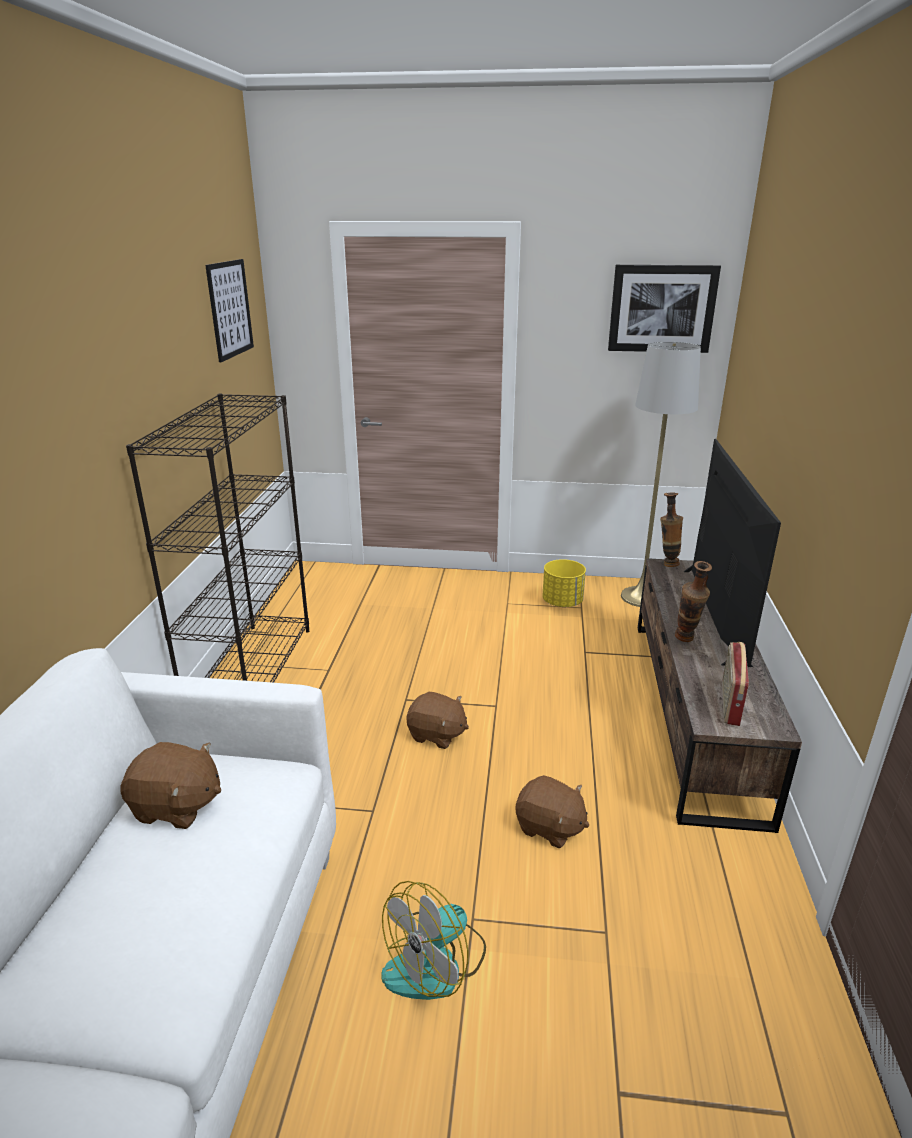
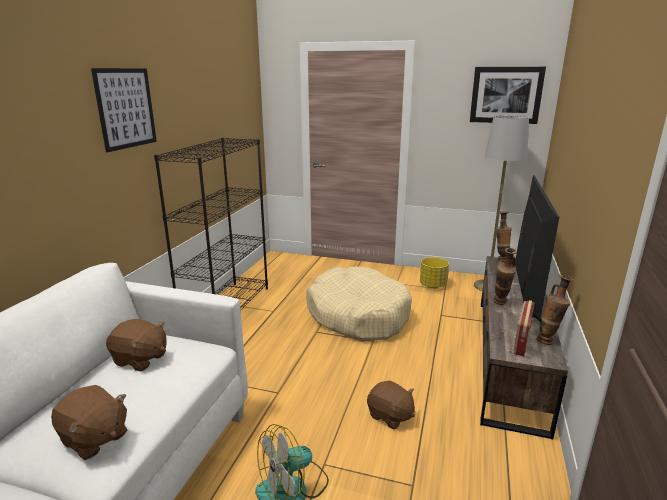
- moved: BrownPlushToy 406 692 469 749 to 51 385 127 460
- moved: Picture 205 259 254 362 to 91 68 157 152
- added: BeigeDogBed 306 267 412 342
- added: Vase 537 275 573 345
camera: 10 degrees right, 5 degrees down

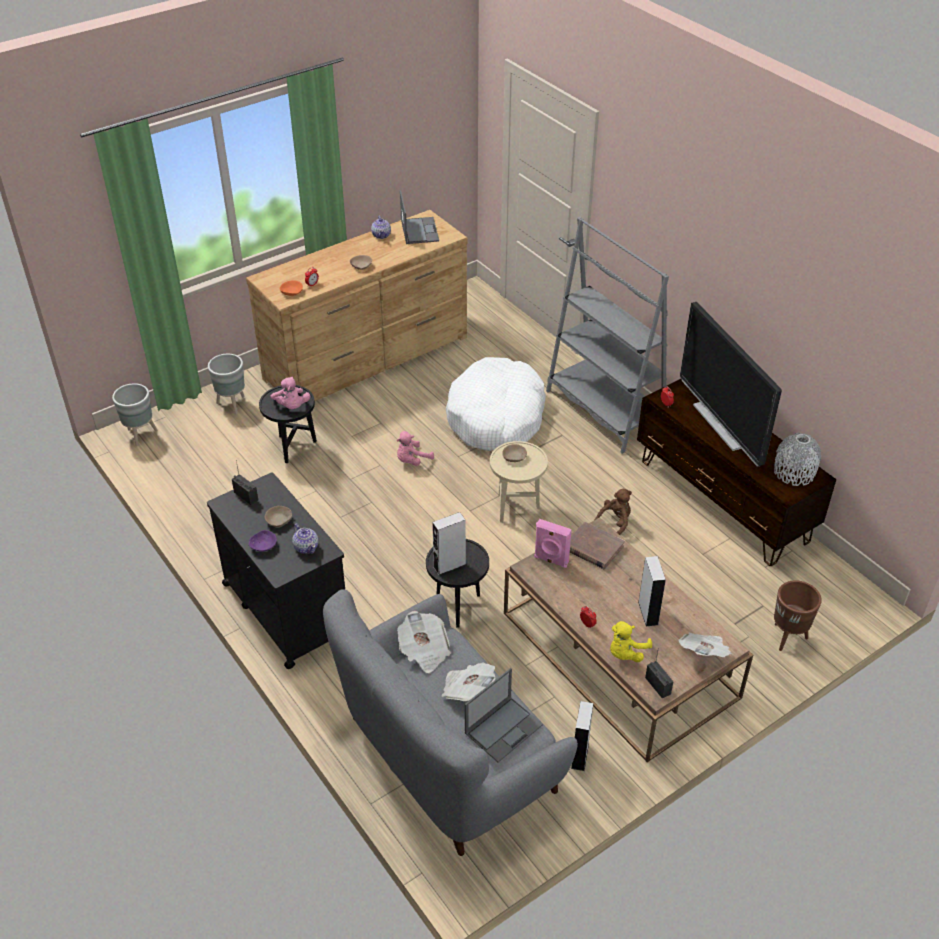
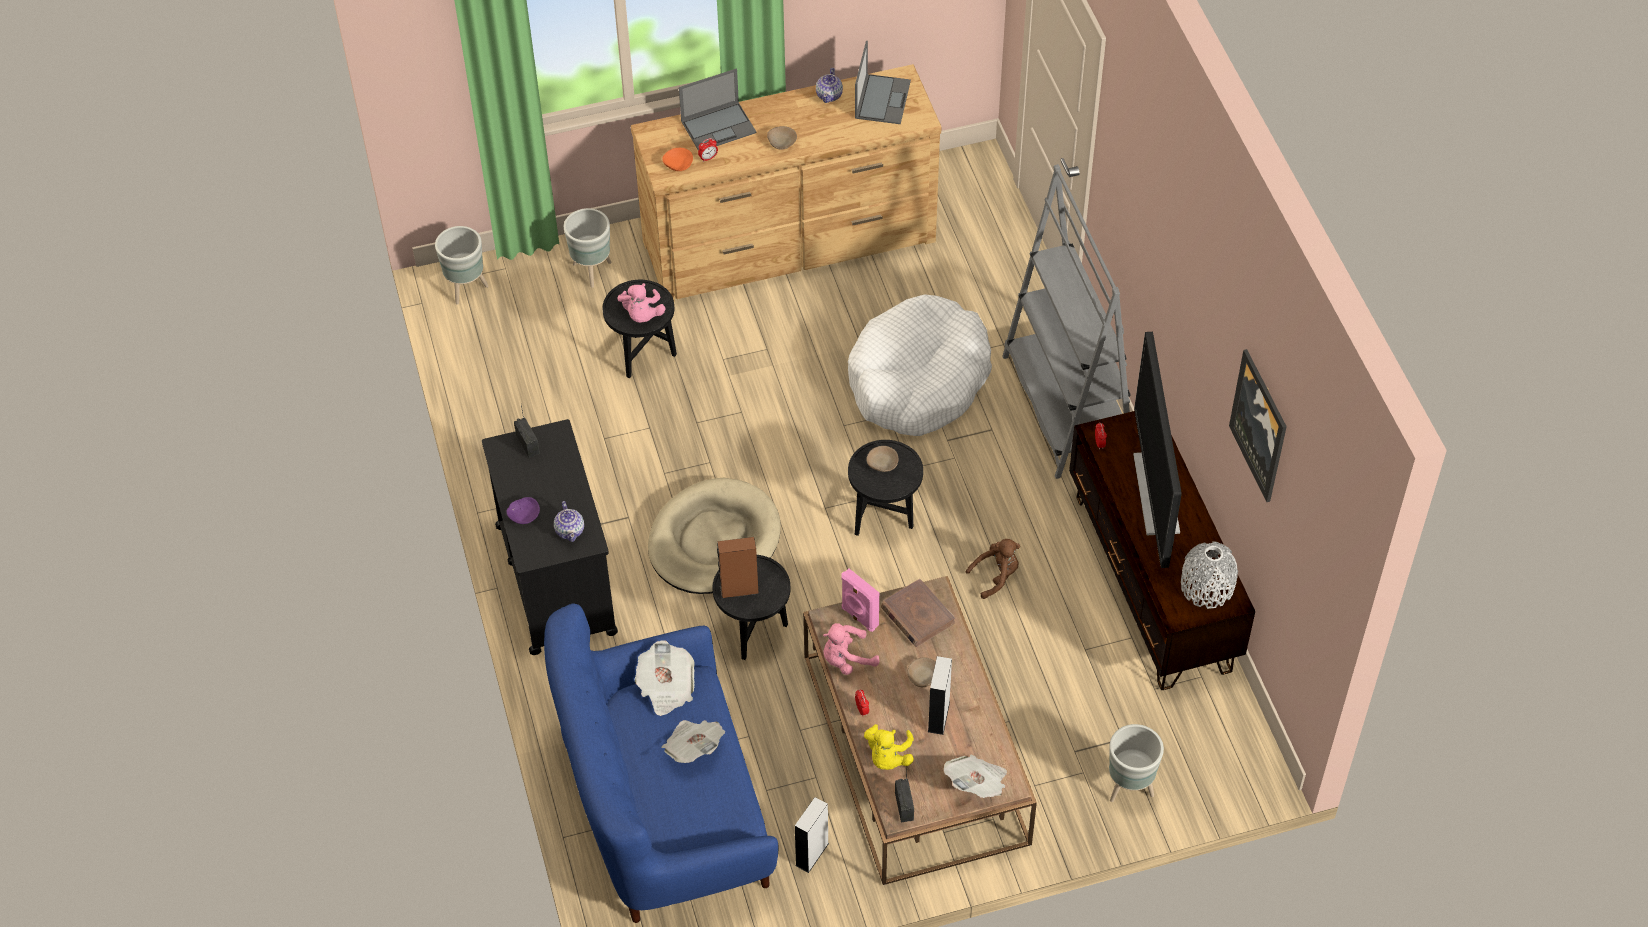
- recoloured: GreySofa 323 589 578 856 to BlueSofa 544 603 778 923
- added: BeigeDogBed 648 478 780 594
- moved: Laptop 465 668 543 762 to 679 69 756 151
- recoloured: GreySpeaker 432 512 466 575 to BrownSpeaker 717 537 759 599
- moved: PinkPlushToy 396 431 434 466 to 823 623 879 675
- recoloured: BeigeSideTable 490 441 548 523 to BlackSideTable 848 440 923 536
- turned: YellowPlushToy 610 621 652 662 = 864 724 914 770 45 degrees counterclockwise
- moved: BeigeBowl 265 506 292 528 to 908 657 936 687
- recoloured: BrownPlanter 774 580 822 651 to GreyPlanter 1109 724 1164 802
- added: Picture 1229 349 1287 502
camera: 20 degrees right, 10 degrees up

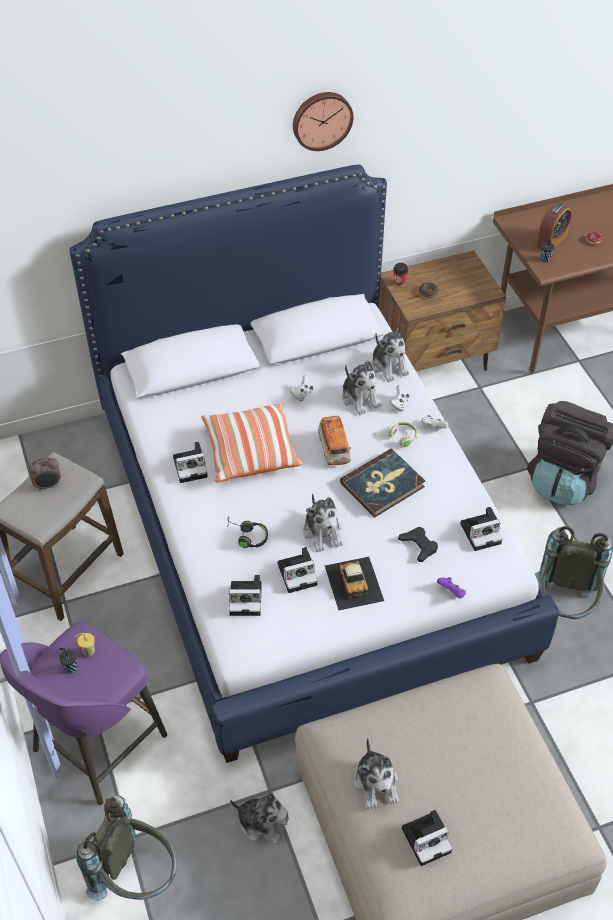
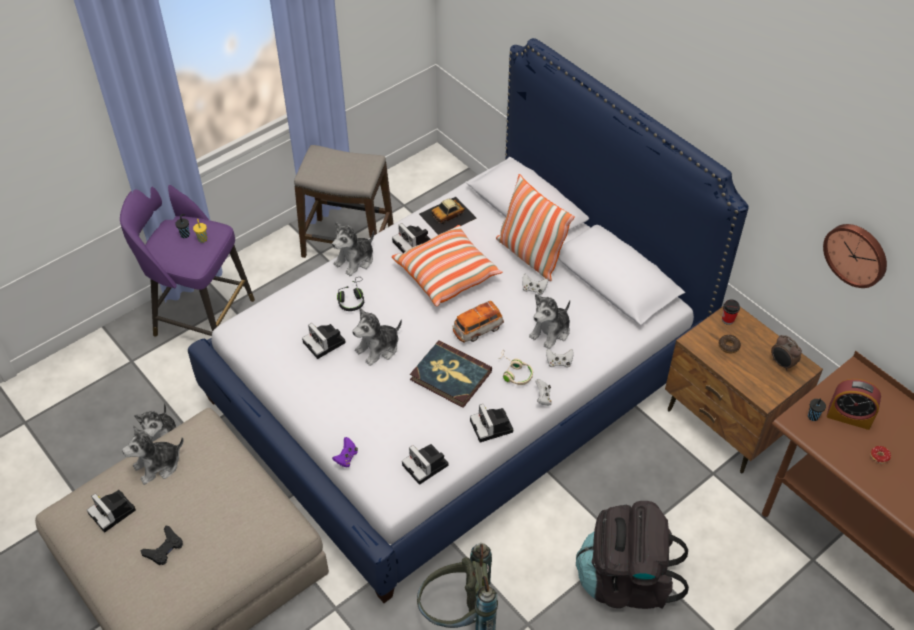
- moved: BlackGameController 398 527 438 562 to 140 525 183 565
- moved: PlushToy 371 328 410 382 to 332 222 374 276
- moved: ToyCar 325 557 384 610 to 419 197 477 235
- moved: PhotoCamera 229 575 262 616 to 470 404 513 443
- added: Pillow 496 174 575 281
- moved: AlarmClock 29 457 61 491 to 771 335 802 371
- moved: WallClock 293 92 353 151 to 823 224 887 288
- removed: GreyBackpack 76 795 177 901
camera: 70 degrees right, 0 degrees up

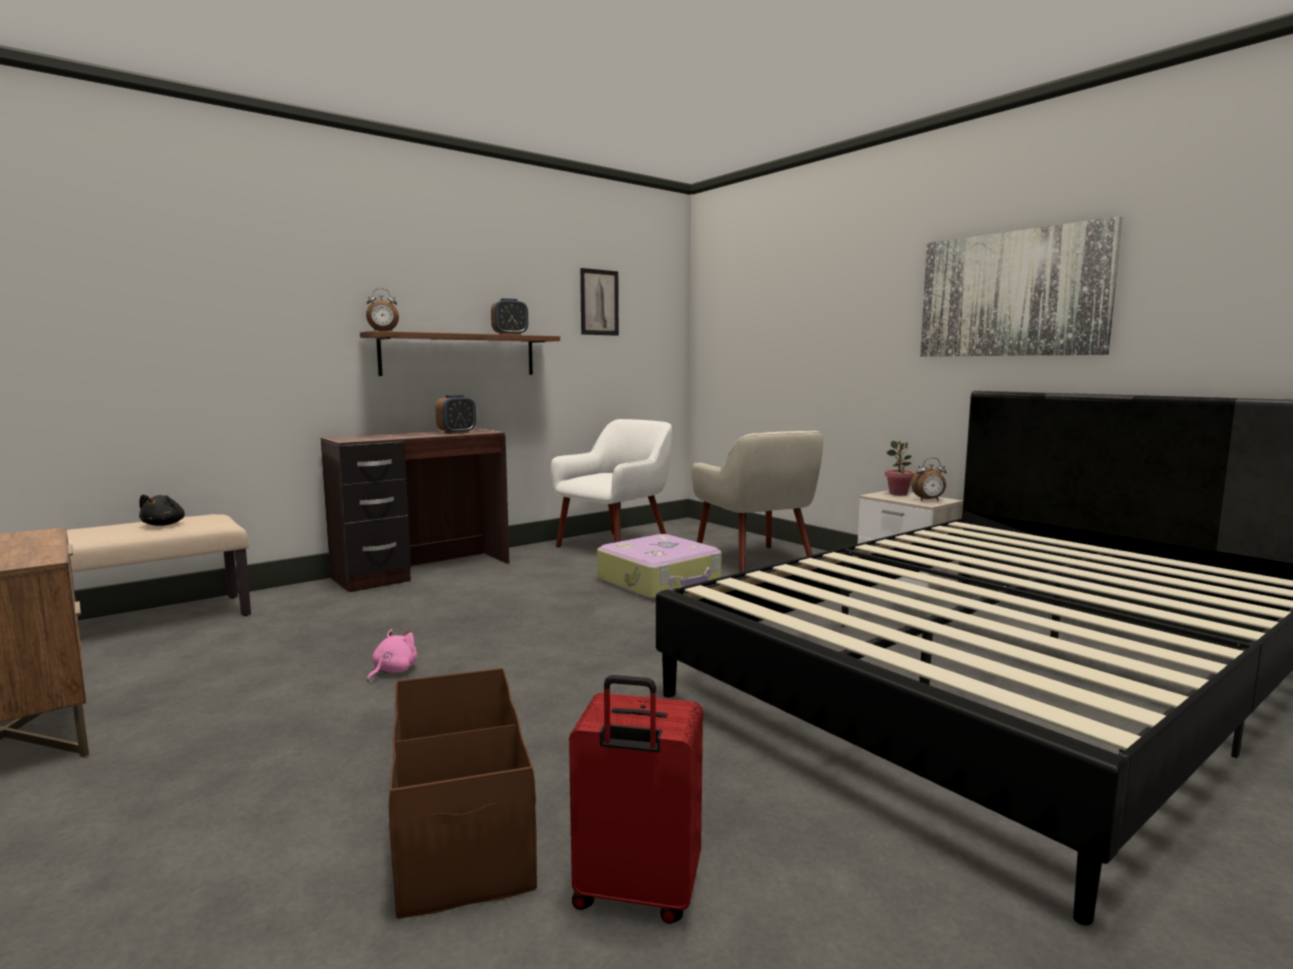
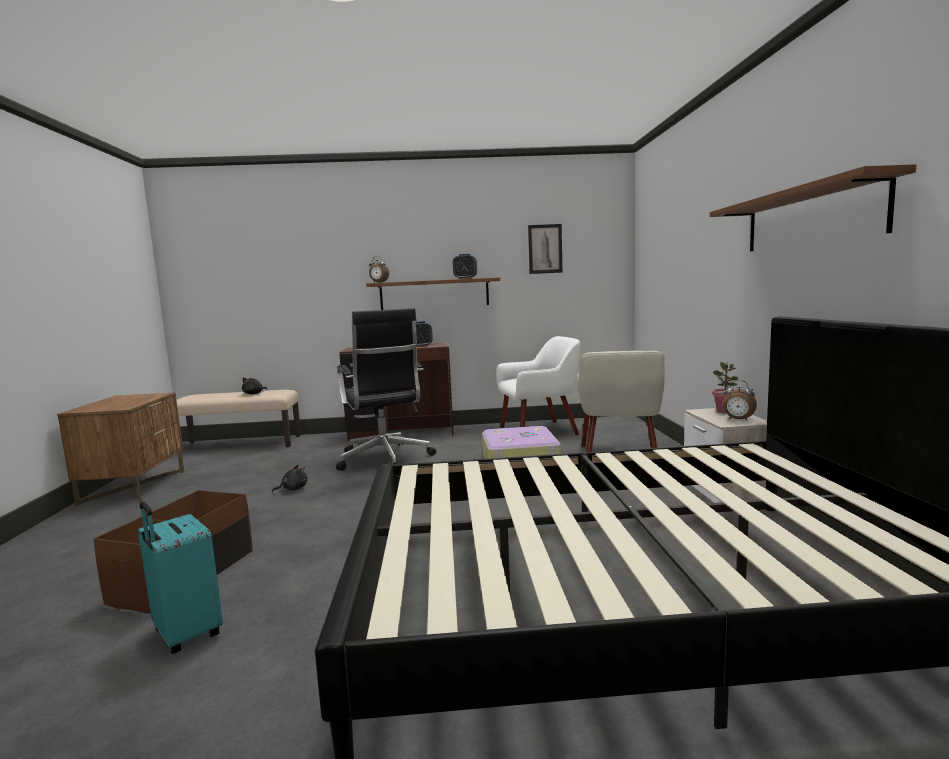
- recoloured: RedSuitcase 569 675 703 924 to TurquoiseSuitcase 138 501 223 654
- recoloured: PinkPlushToy 367 629 417 682 to BlackPlushToy 272 465 307 492
- added: BlackOfficeChair 336 308 436 471
- replaced: Picture 920 216 1122 357 to BrownShelf 710 164 916 251
camera: 35 degrees right, 0 degrees up

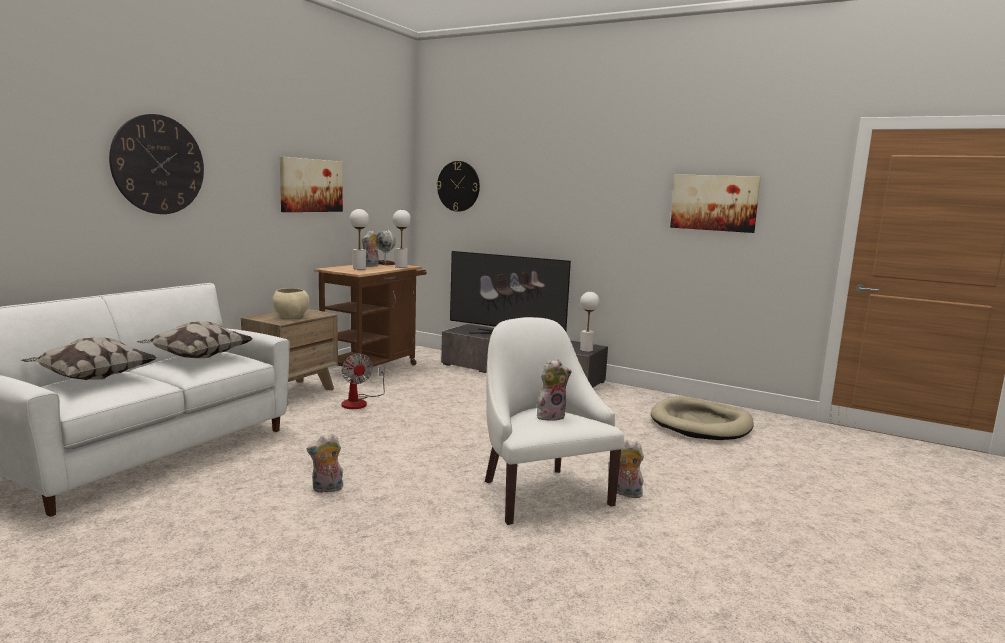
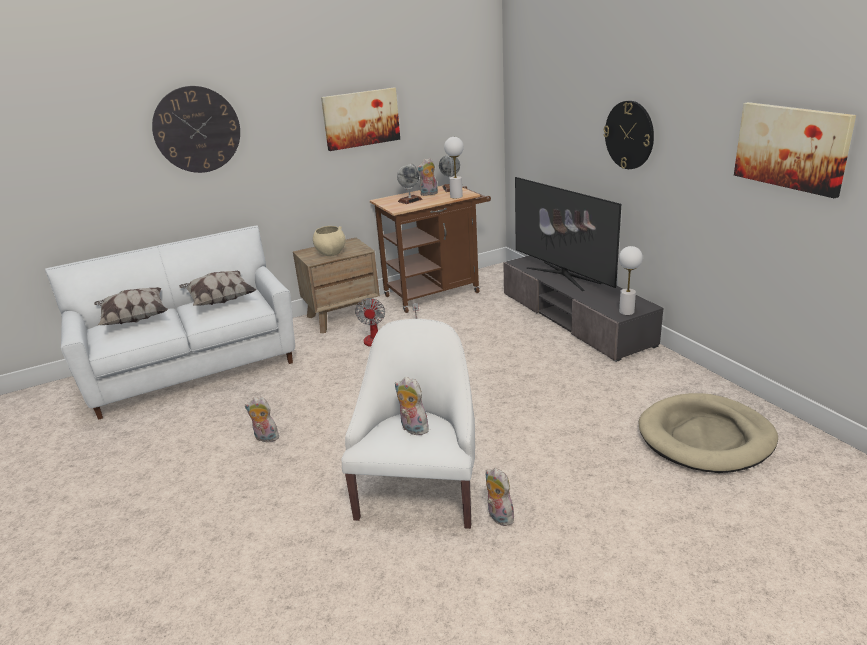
- turned: PlushToy 537 359 572 421 = 395 377 429 435 150 degrees counterclockwise
- replaced: WhiteTableLamp 350 209 369 270 to Globe 397 163 422 204
- moved: WallClock 436 161 480 212 to 603 101 654 169
camera: 35 degrees right, 15 degrees up

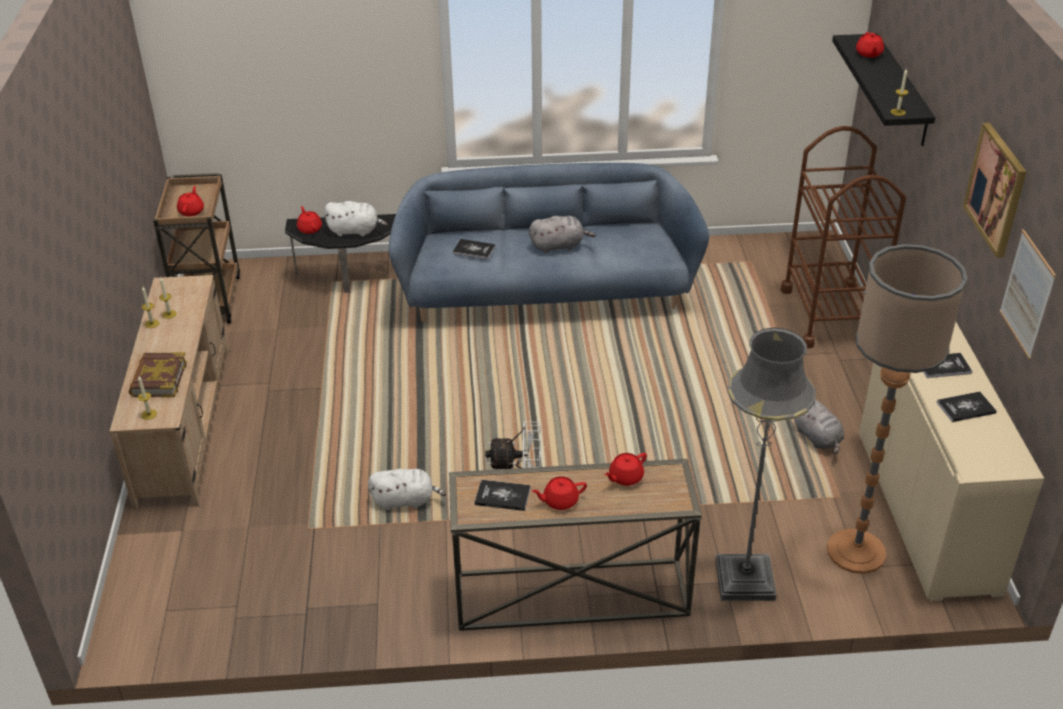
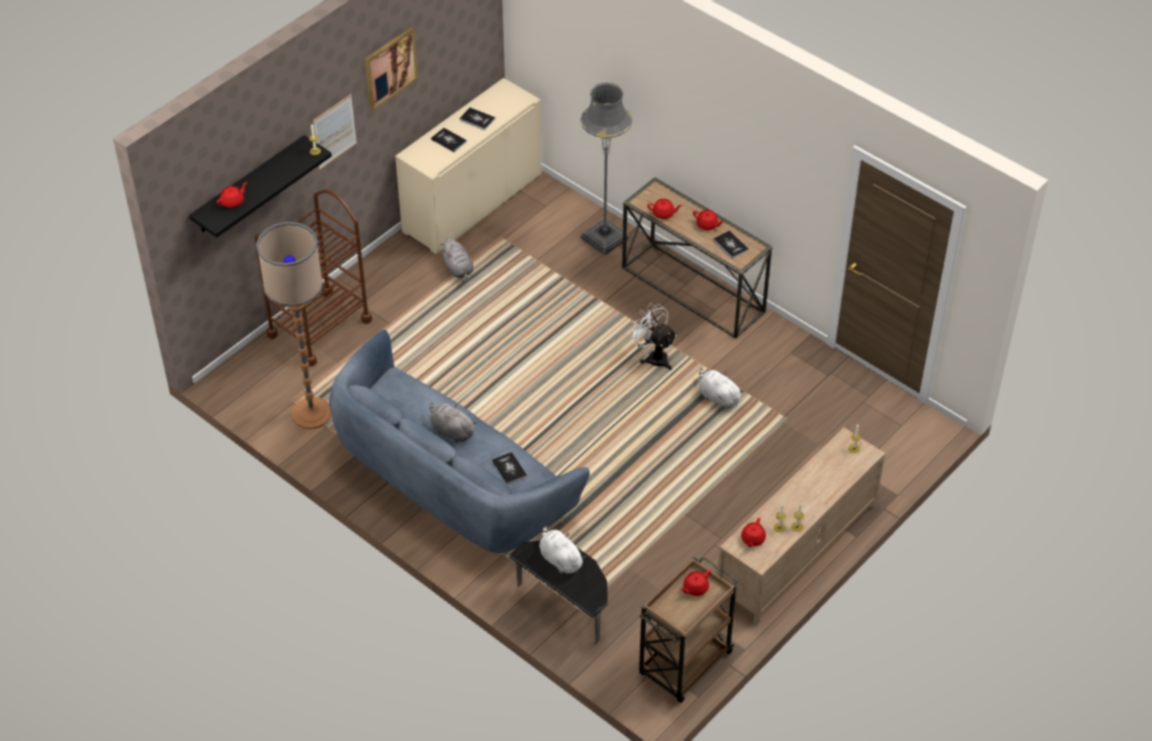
- moved: FloorLamp 827 244 968 574 to 256 222 331 429
- moved: Picture 999 229 1056 359 to 313 94 357 169
- turned: GreyPlushToy 794 400 844 454 = 440 238 474 283 135 degrees clockwise
- moved: RedTeapot 297 206 322 234 to 741 518 766 547
- removed: Book 129 352 187 397
camera: 135 degrees left, 10 degrees up

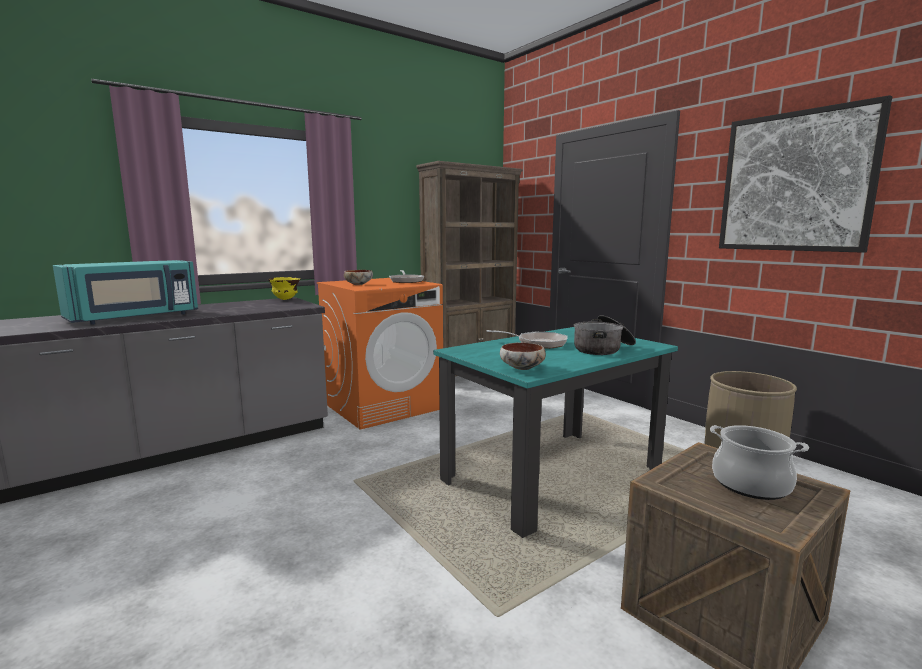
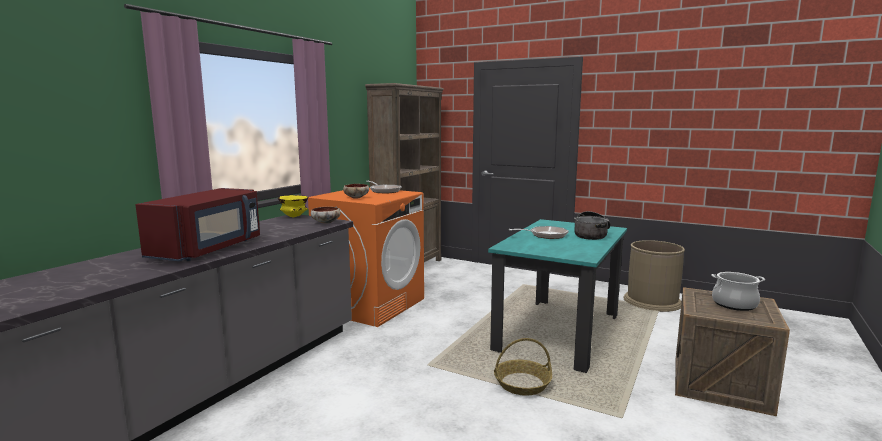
- recoloured: TurquoiseMicrowave 53 260 198 325 to RedMicrowave 135 188 260 261
- moved: Bowl 500 342 546 370 to 311 207 340 224
- added: Basket 494 338 552 396
- removed: Picture 719 95 892 253
camera: 25 degrees left, 0 degrees up

